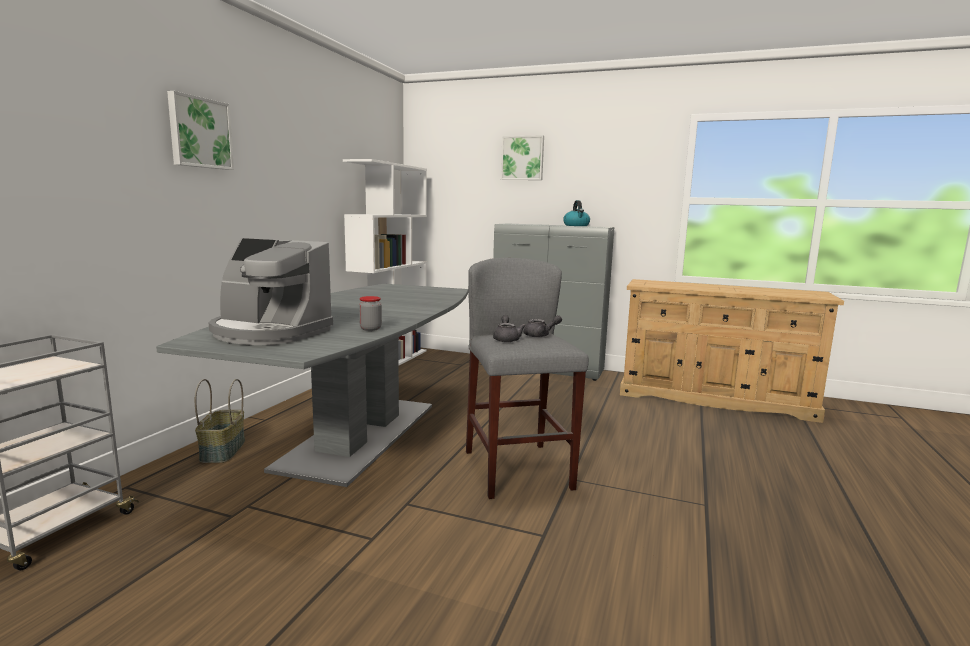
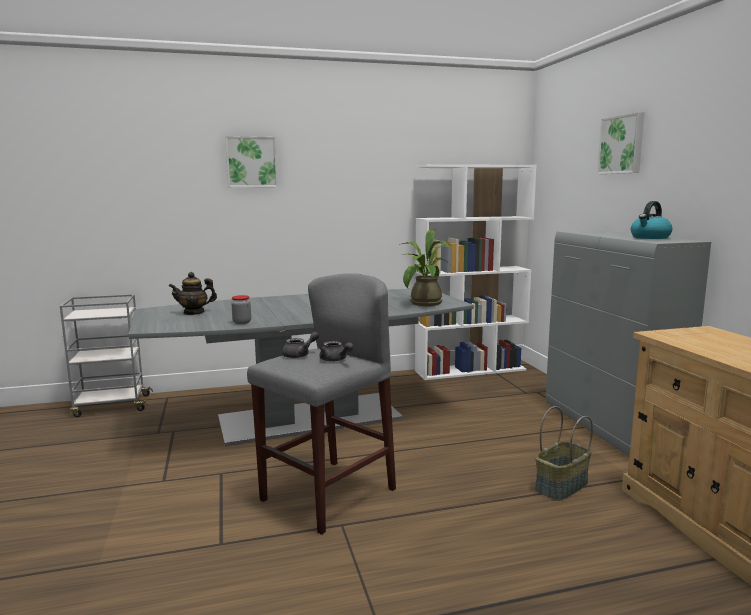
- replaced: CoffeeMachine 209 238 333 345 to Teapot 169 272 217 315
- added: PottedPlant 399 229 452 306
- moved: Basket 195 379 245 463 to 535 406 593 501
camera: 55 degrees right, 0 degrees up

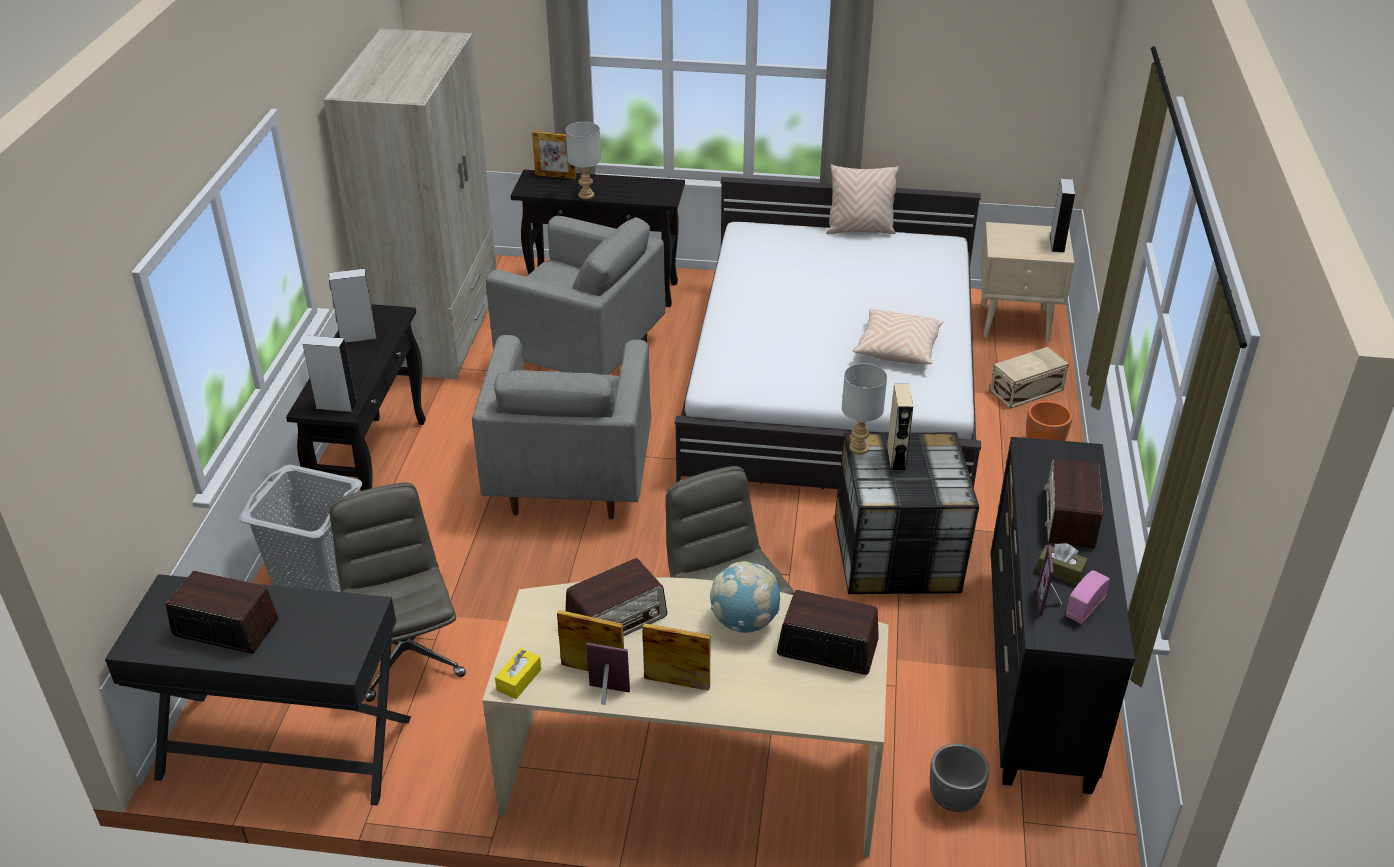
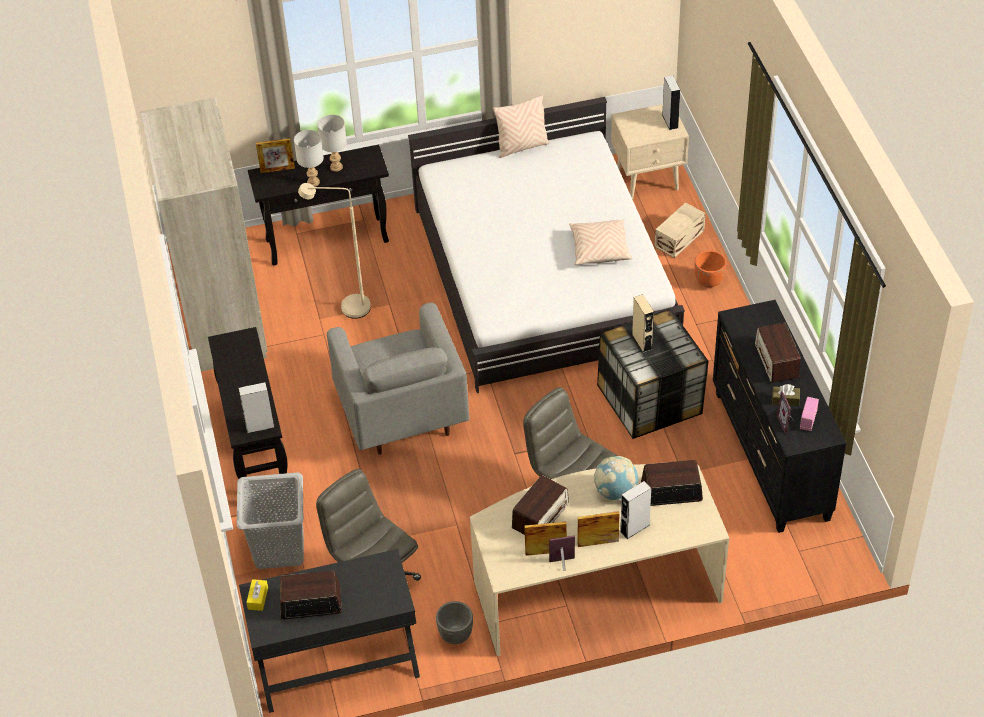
- moved: YellowTissueBox 495 648 541 699 to 246 579 268 611
- replaced: GreyArmchair 486 216 666 375 to BeigeFloorLamp 298 183 371 319
- moved: GreyTableLamp 842 363 887 455 to 317 115 347 172
- moved: GreyPlanter 930 743 990 812 to 436 601 473 644
- moved: GreySpeaker 329 269 377 343 to 620 481 651 539
camera: 20 degrees left, 10 degrees up

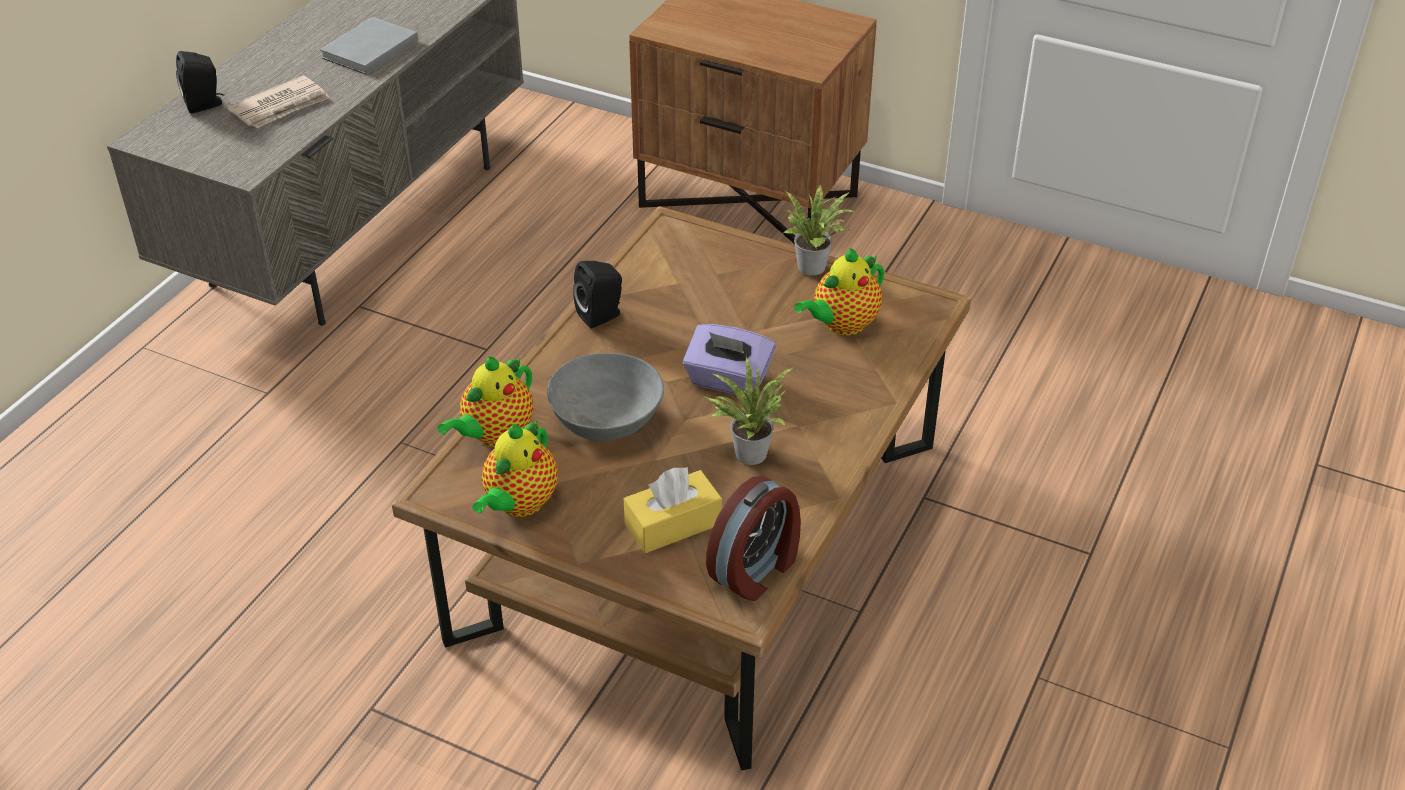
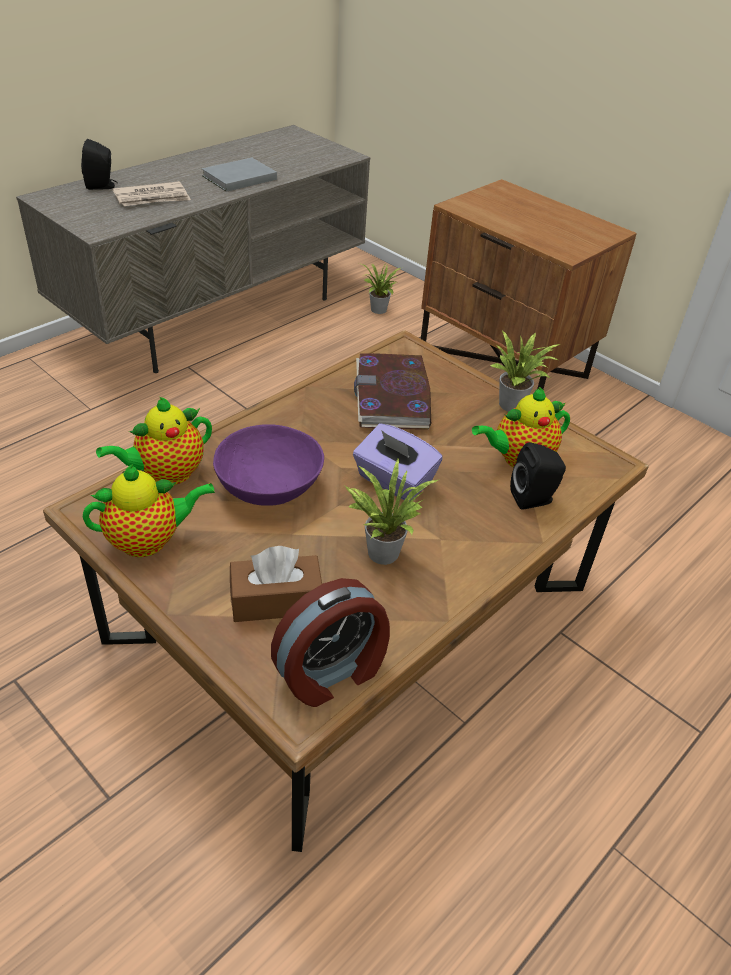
- turned: Teapot 472 420 558 517 = 83 464 215 557 150 degrees counterclockwise
- recoloured: GreyBowl 547 353 664 441 to PurpleBowl 213 424 324 506
- recoloured: YellowTissueBox 624 467 722 553 to BrownTissueBox 230 546 322 622
- added: Book 354 353 431 430
- added: PottedPlant 359 263 400 314
- moved: BlackSpeaker 573 261 622 328 to 510 442 566 510
camera: 15 degrees right, 0 degrees up

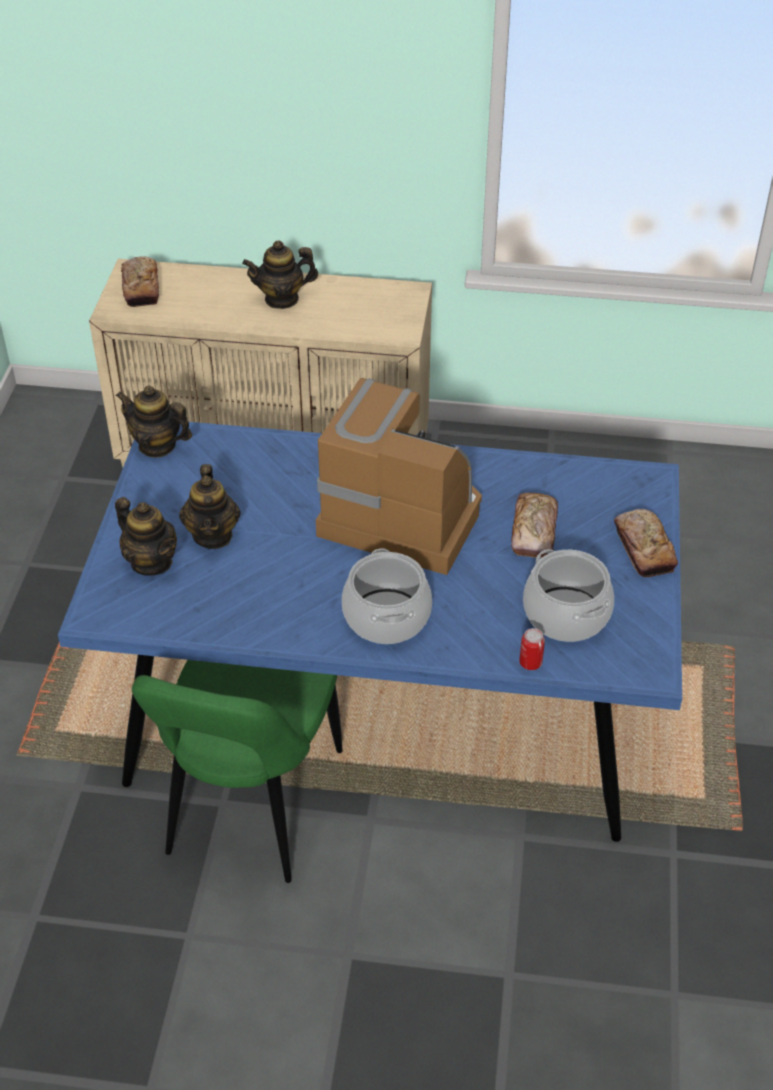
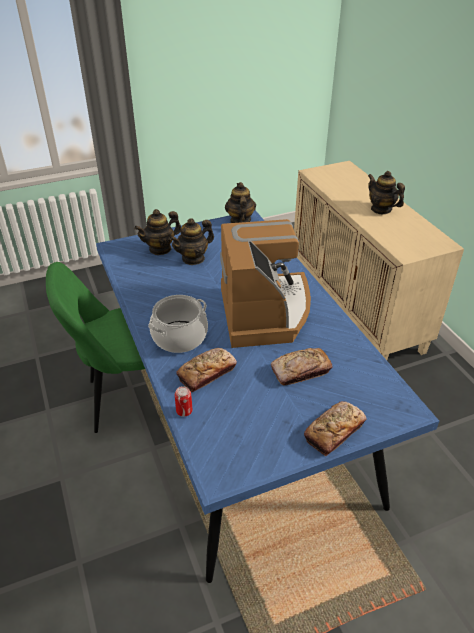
- turned: Teapot 115 497 177 576 = 134 209 181 255 45 degrees clockwise
- moved: Bread 121 257 159 307 to 176 348 237 392
- removed: CookingPot 523 549 614 642
camera: 60 degrees right, 5 degrees down

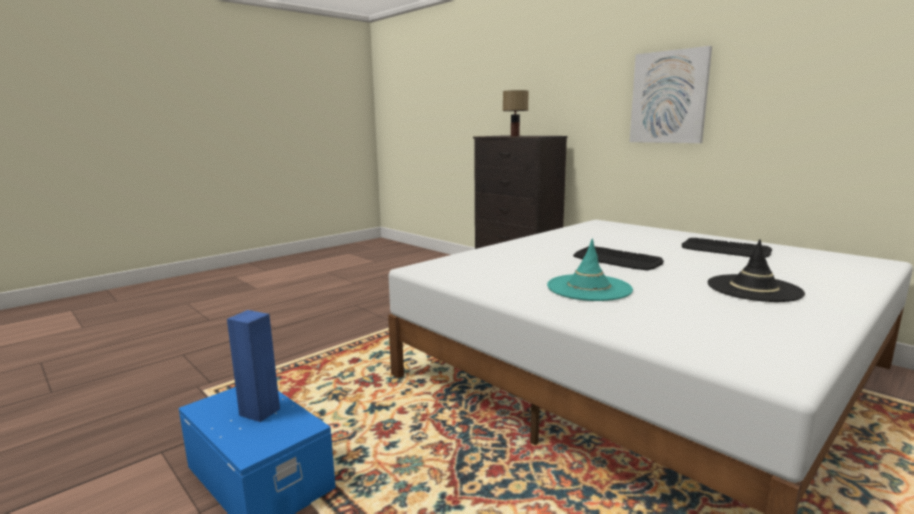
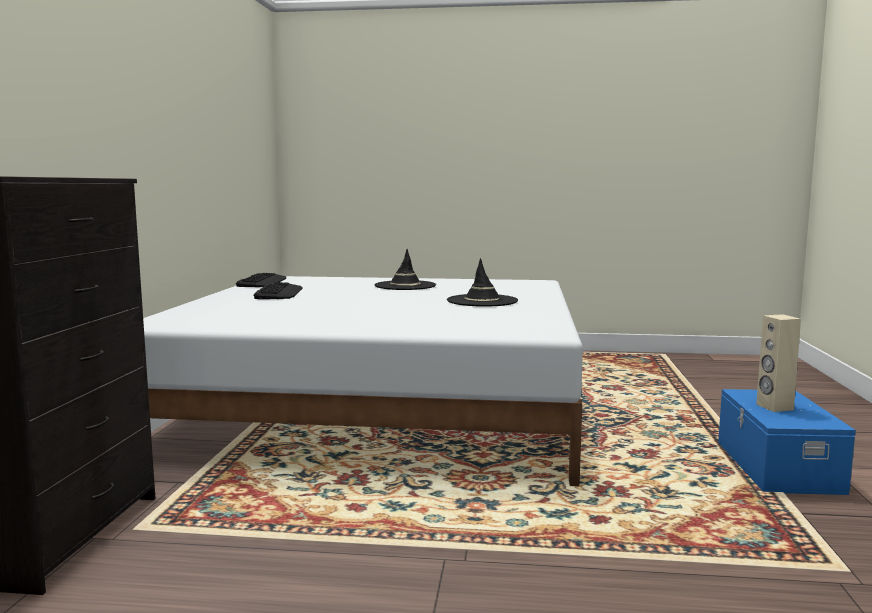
- moved: Keyboard 573 246 664 270 to 236 273 286 287
- recoloured: TurquoiseHat 547 238 633 301 to BlackHat 447 258 518 307
- recoloured: BlueSpeaker 227 310 280 422 to BeigeSpeaker 756 314 801 412
- removed: TableLamp 503 90 529 136
- removed: Picture 630 46 712 143
camera: 130 degrees left, 5 degrees down

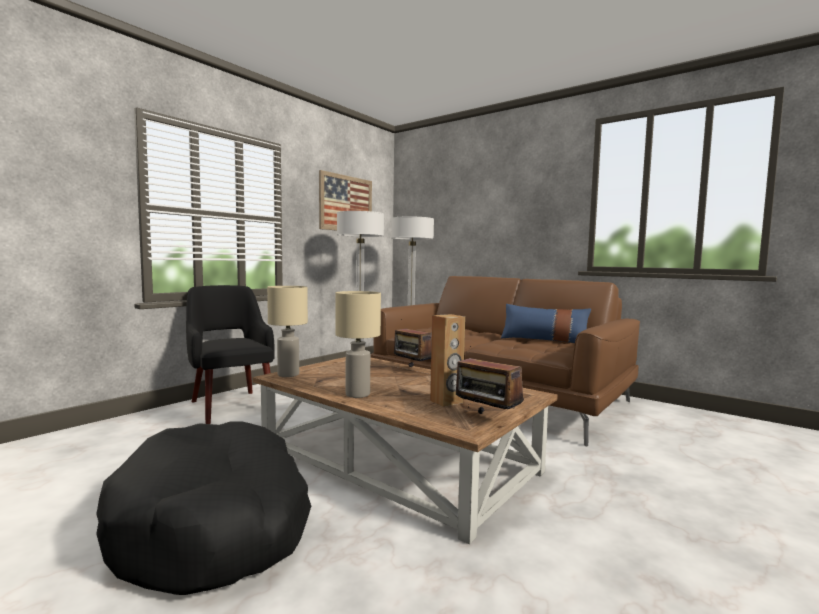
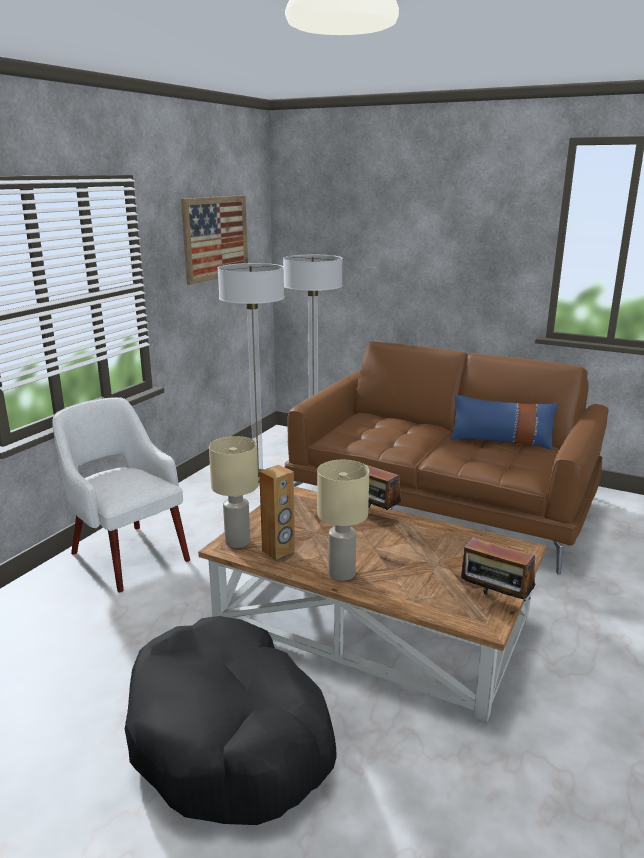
- recoloured: BlackArmchair 186 285 275 424 to WhiteArmchair 52 397 190 592
- moved: BrownSpeaker 430 314 465 407 to 259 465 295 560
camera: 10 degrees left, 15 degrees up

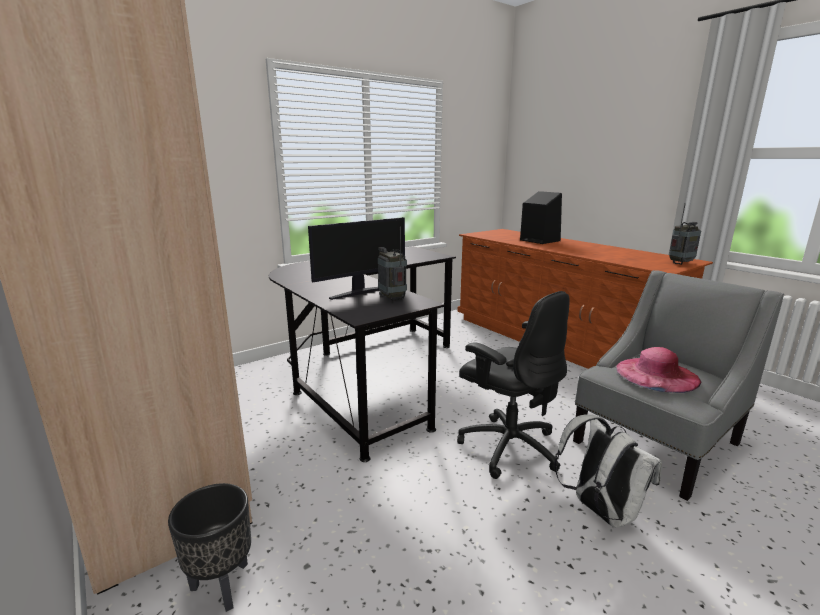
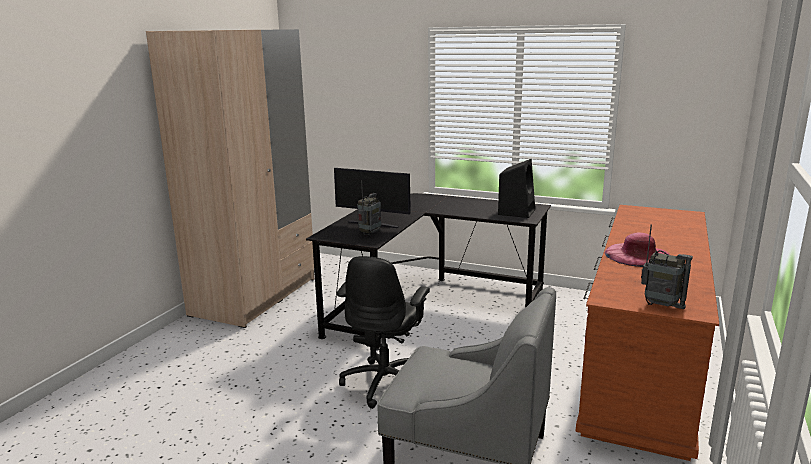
- moved: BlackSpeaker 520 191 562 244 to 498 159 535 218
- moved: PinkHat 616 347 701 393 to 605 233 670 267
- removed: BlackPlanter 168 483 251 612
- removed: WhiteBackpack 554 414 662 528
camera: 60 degrees right, 0 degrees up

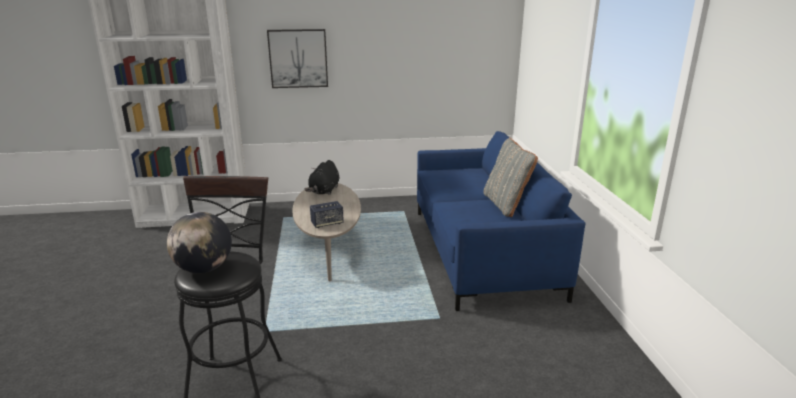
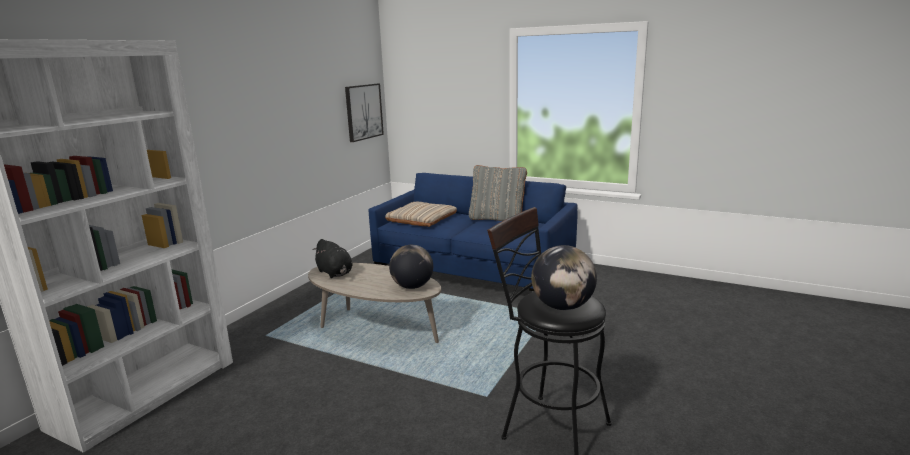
- moved: Picture 267 29 328 88 to 345 84 384 142
- added: BeigePillow 385 202 457 227
- replaced: Speaker 310 201 344 228 to Globe 389 245 433 289
camera: 55 degrees left, 5 degrees down

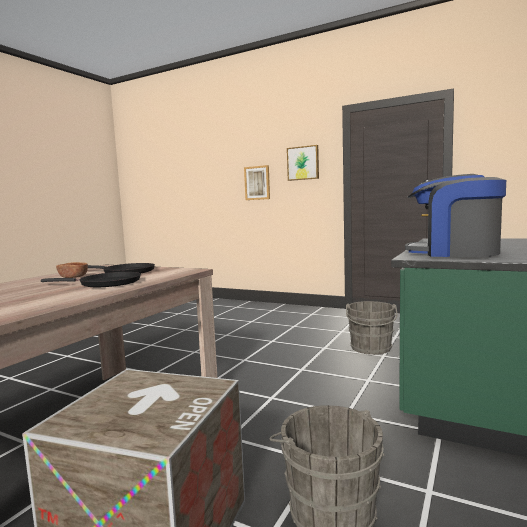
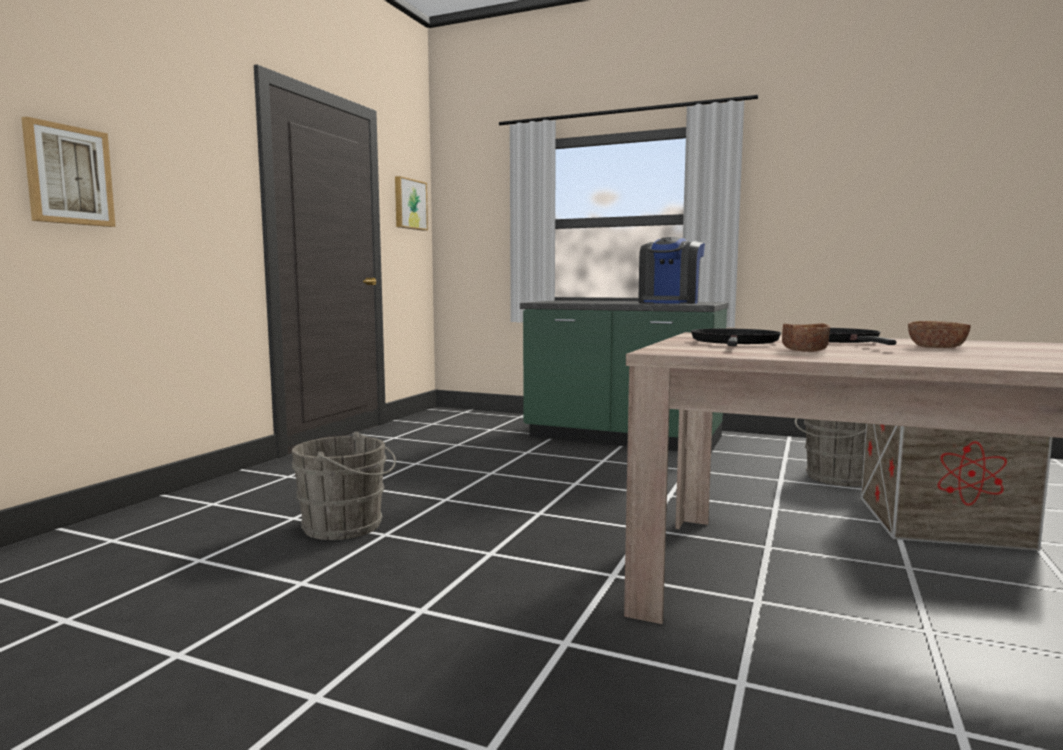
- moved: GreyBucket 346 301 398 355 to 292 432 396 540
- moved: Picture 287 145 319 181 to 395 176 428 231
- added: BrownBowl 908 321 971 348
camera: 95 degrees left, 0 degrees up

